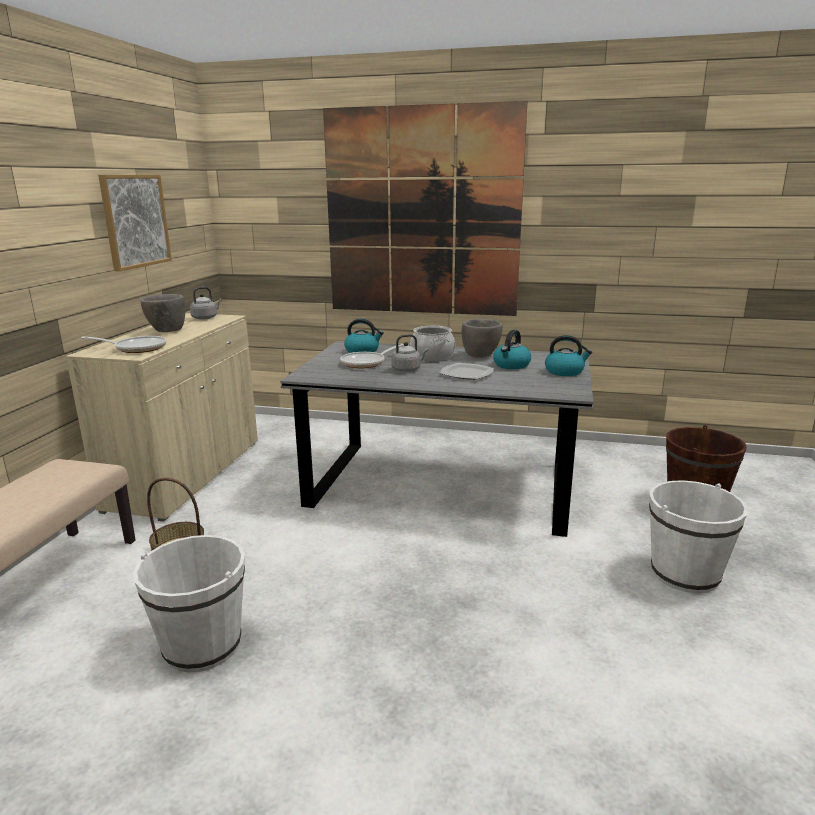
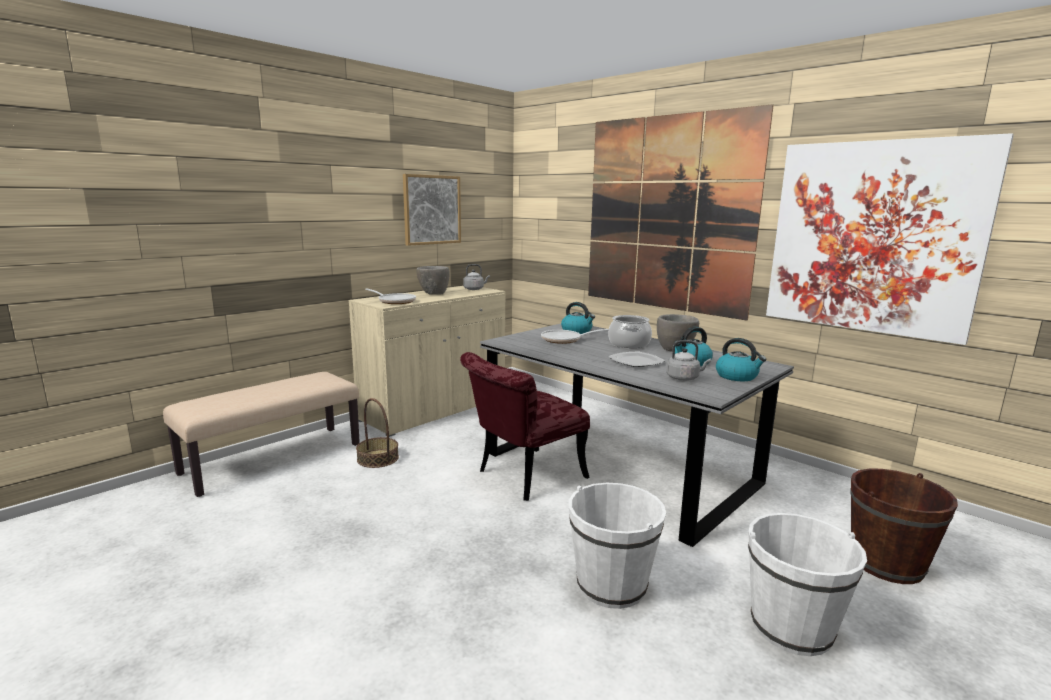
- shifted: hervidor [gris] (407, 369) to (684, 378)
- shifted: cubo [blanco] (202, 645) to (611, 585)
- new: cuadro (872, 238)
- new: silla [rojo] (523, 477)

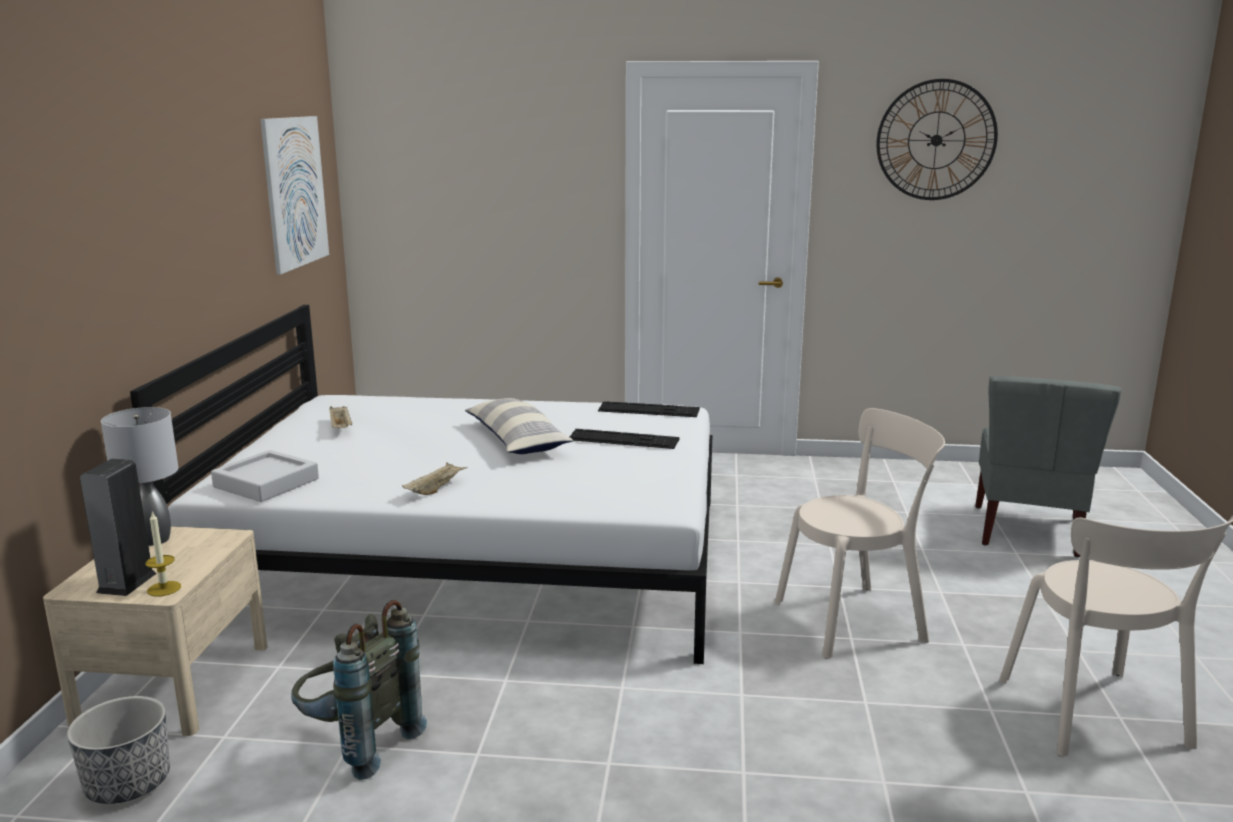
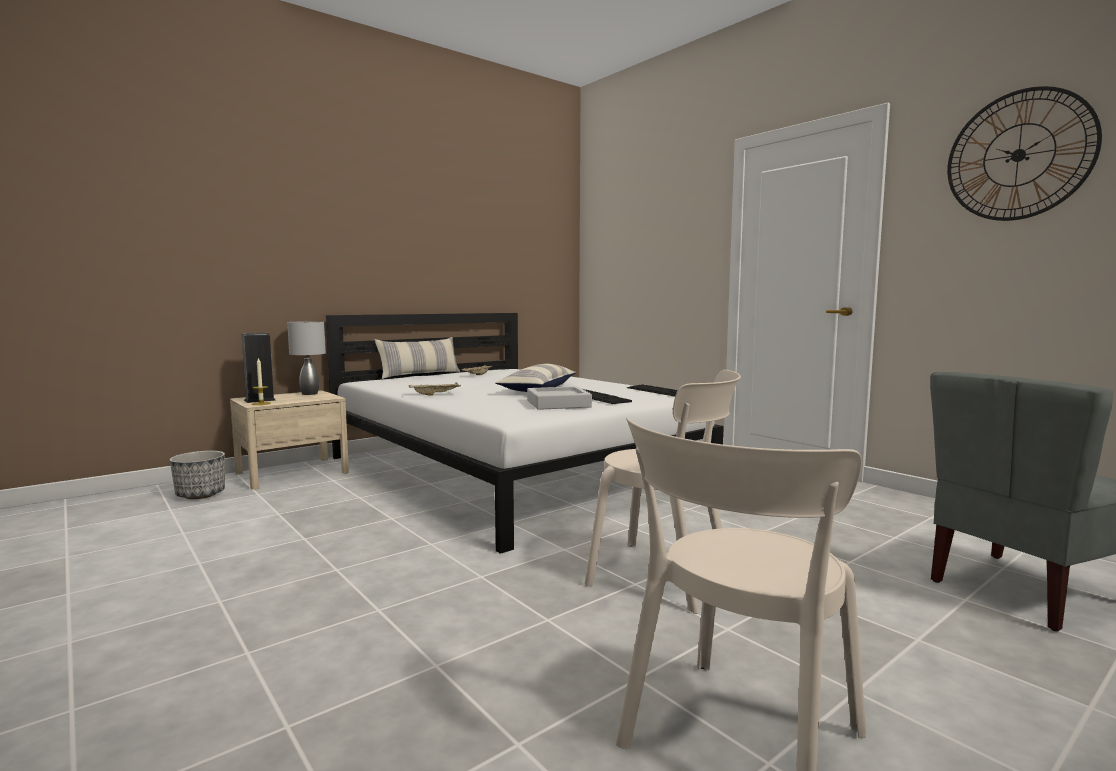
- gone: cuadro (295, 192)
- shifted: bandeja [gris] (266, 483) to (558, 404)
- gone: mochila [gris] (356, 744)
- new: cojín (419, 375)

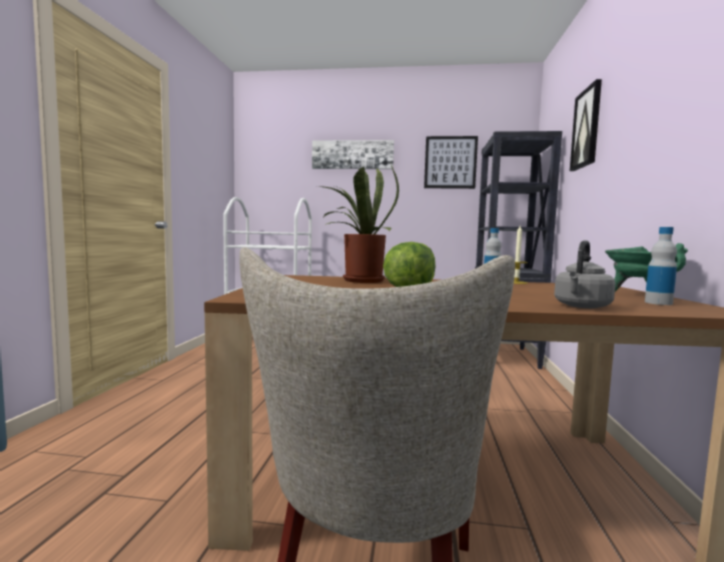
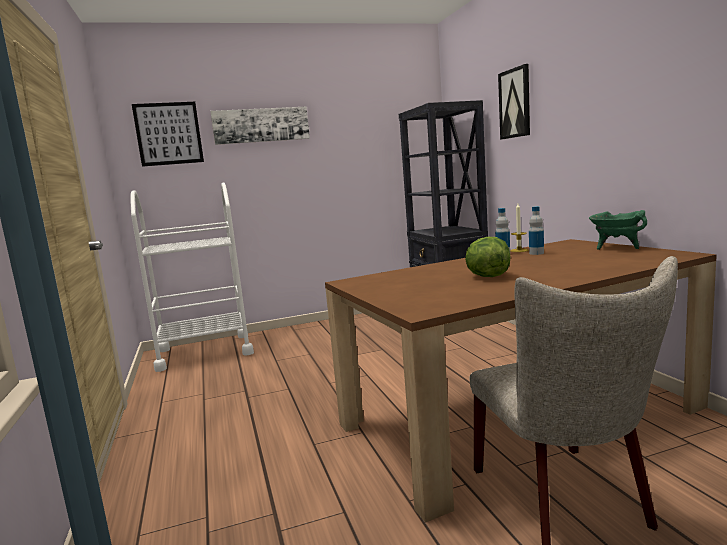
- shifted: cuadro (450, 162) to (168, 134)
- gone: planta en maceta (358, 280)
- shifted: botella (658, 303) to (536, 253)
- gone: hervidor [gris] (581, 306)

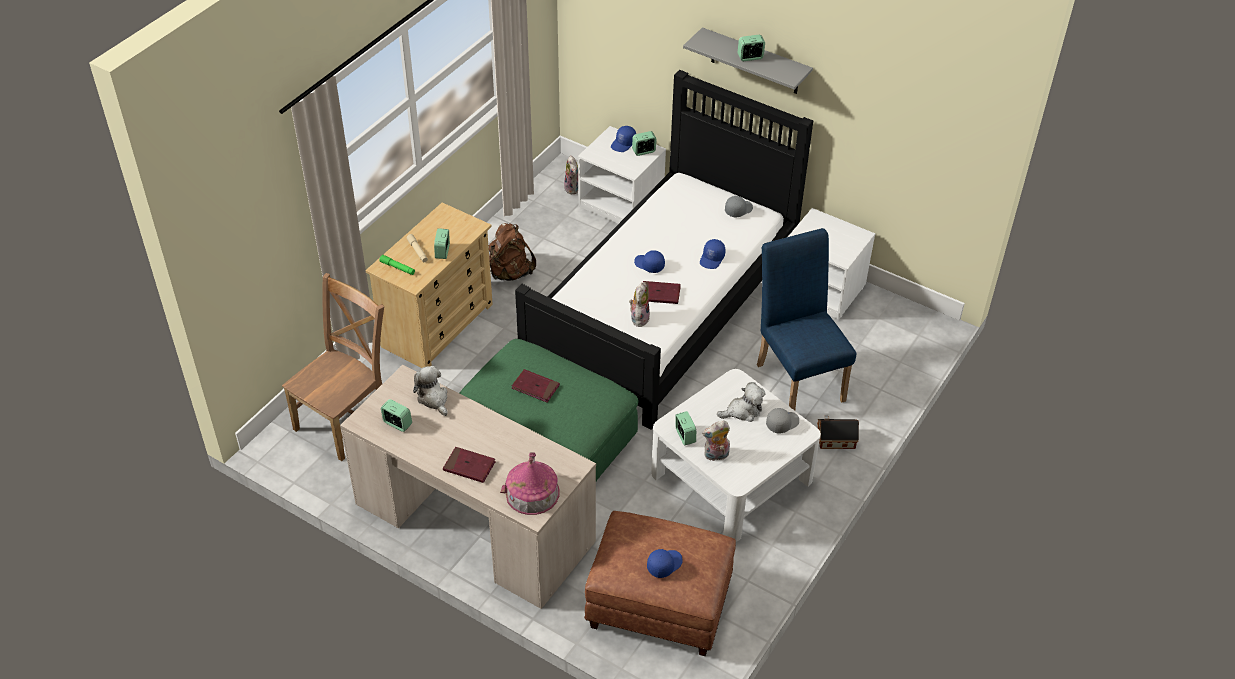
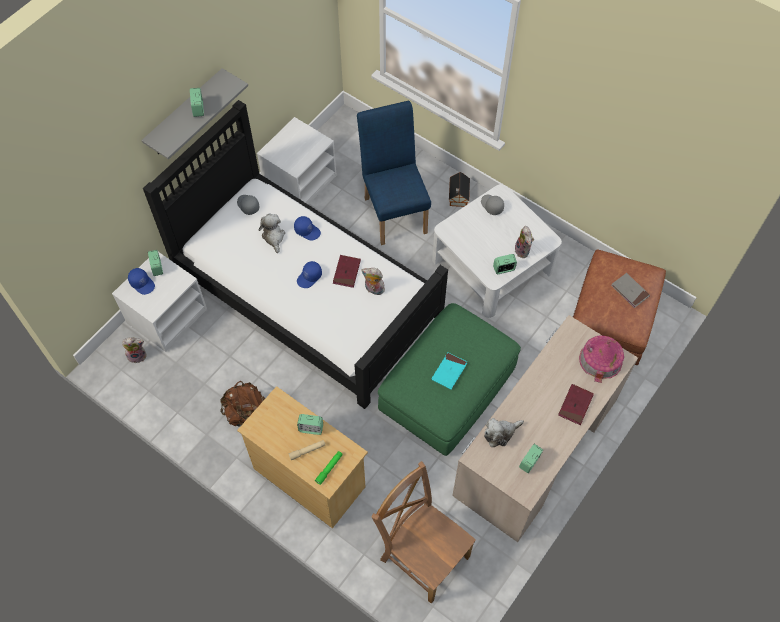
- rotated: silla [azul] (798, 377) = (394, 210) 90 degrees clockwise
- repainted: libro [rojo] (535, 387) to libro [turquesa] (449, 371)
- shifted: peluche (743, 411) to (273, 237)
- swapped: gorra [azul] (664, 564) to libro [gris] (630, 291)

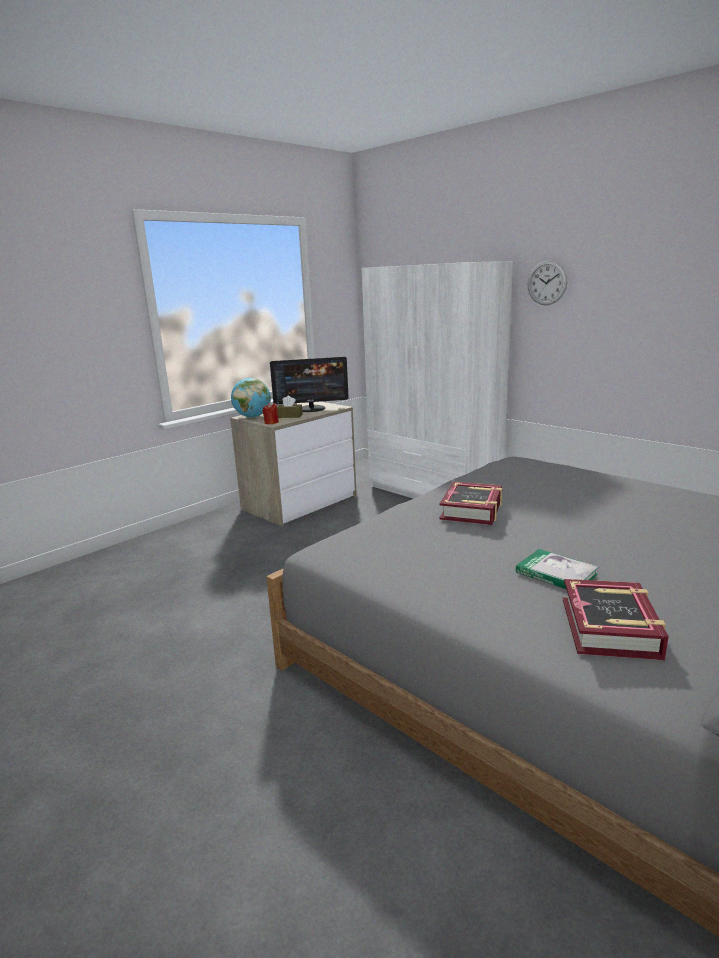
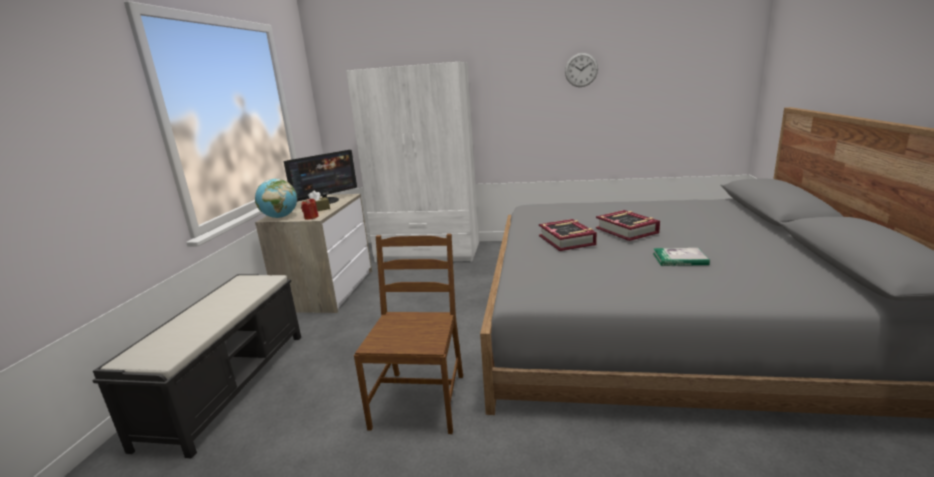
- shifted: reloj de pared (547, 283) to (581, 70)
- shifted: libro (610, 628) to (627, 230)
- new: silla [marrón] (419, 400)
- new: banco [negro] (229, 384)

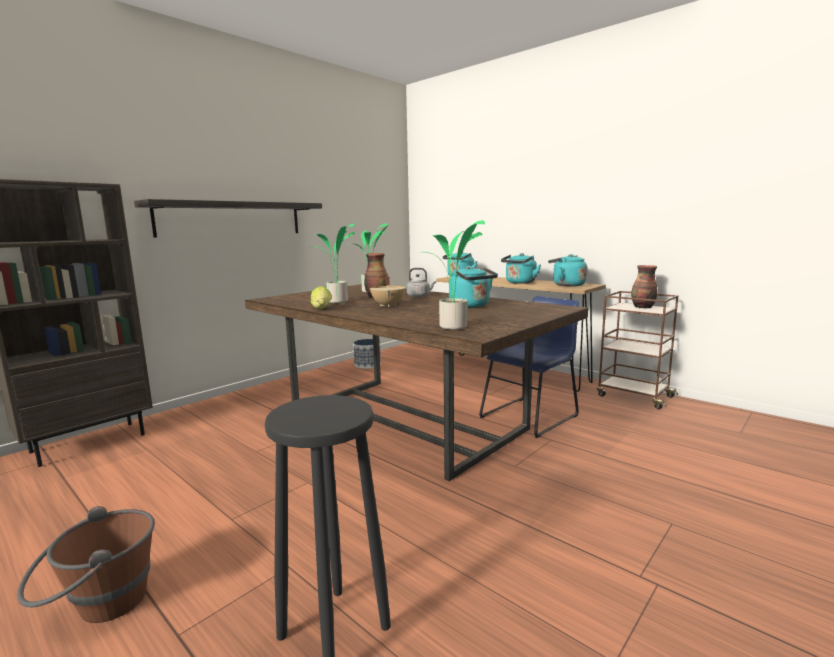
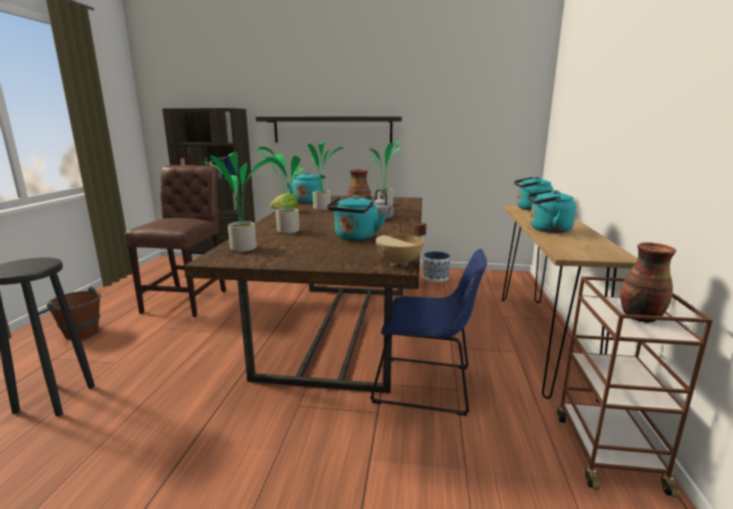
- shifted: hervidor [turquesa] (566, 285) to (308, 201)
- shifted: olla [beis] (389, 305) to (400, 263)
- new: planta en maceta (286, 231)
- new: silla [marrón] (189, 299)

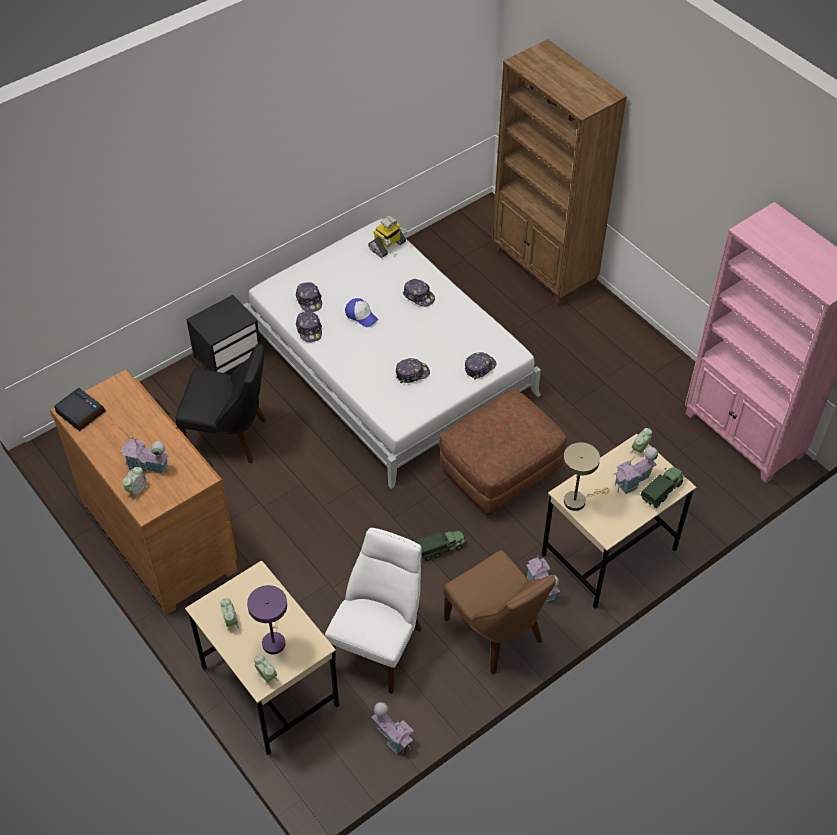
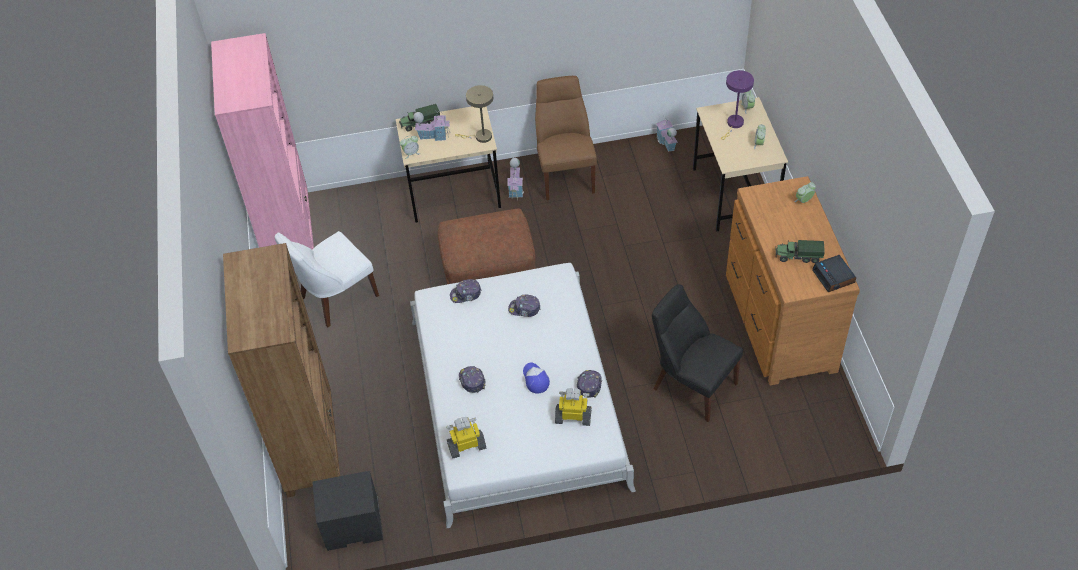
- swapped: gorra (309, 300) to robot de juguete (573, 416)
- shifted: mesita de noche [negro] (228, 357) to (352, 526)
- gone: casita (147, 466)
- shifted: silla [blanco] (379, 645) to (335, 298)
- shifted: camión de juguete (441, 548) to (798, 256)

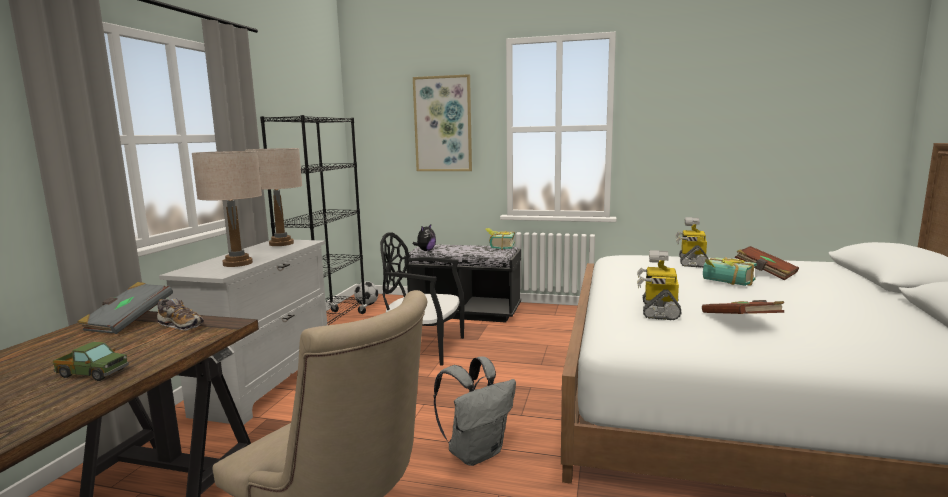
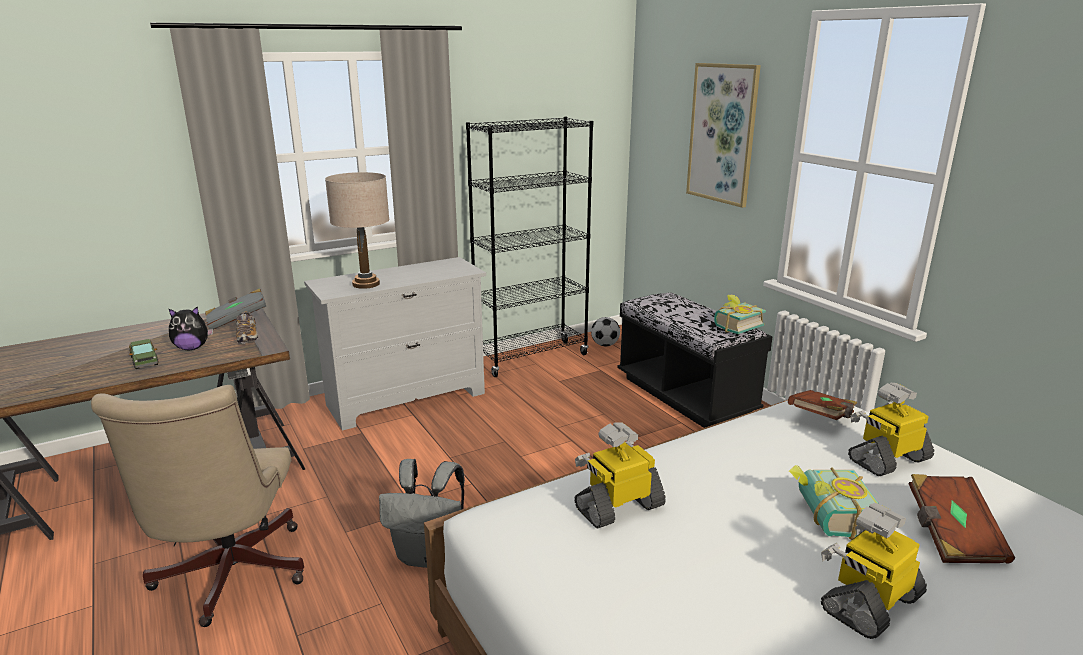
- gone: lámpara de mesa [beis] (281, 243)
- shifted: peluche (426, 250) to (192, 348)
- gone: silla [negro] (425, 348)
- shifted: libro [marrón] (741, 322) to (822, 418)
- new: robot de juguete (869, 602)

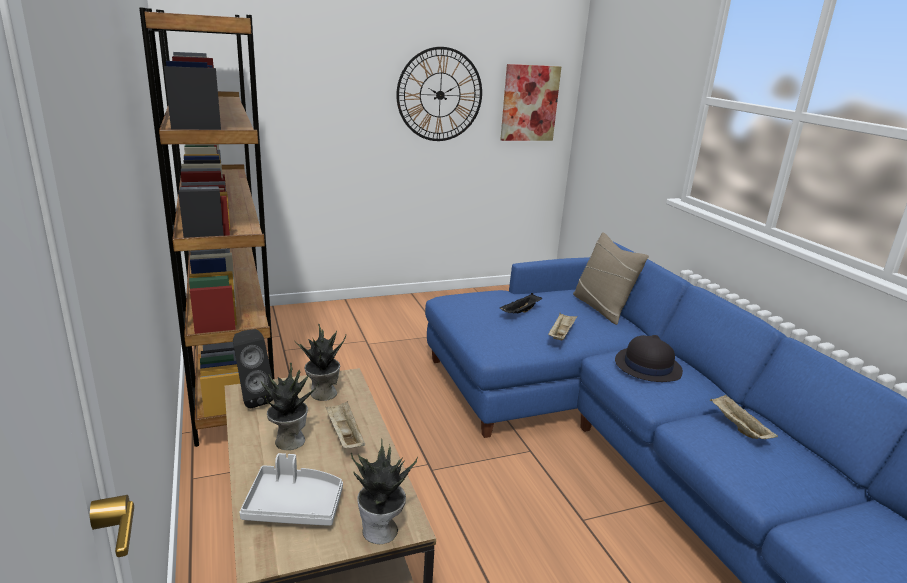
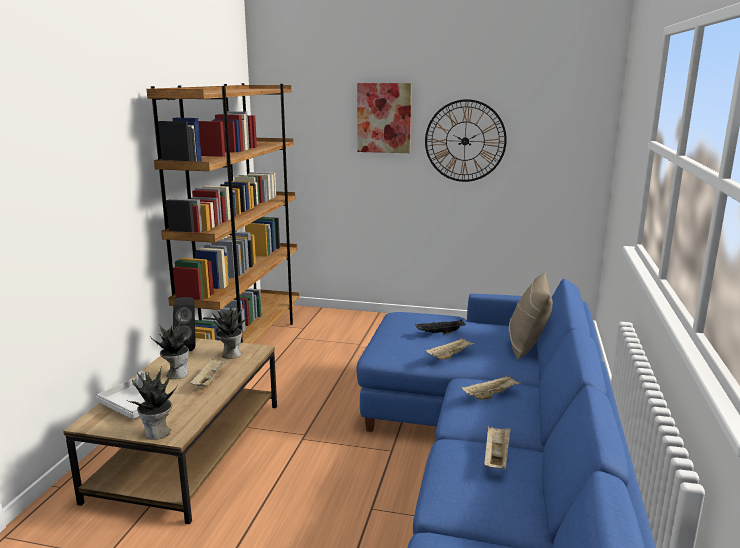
- shifted: cuadro (529, 103) to (384, 118)
- swapped: sombrero [negro] (647, 366) to bandeja [beis] (490, 395)

